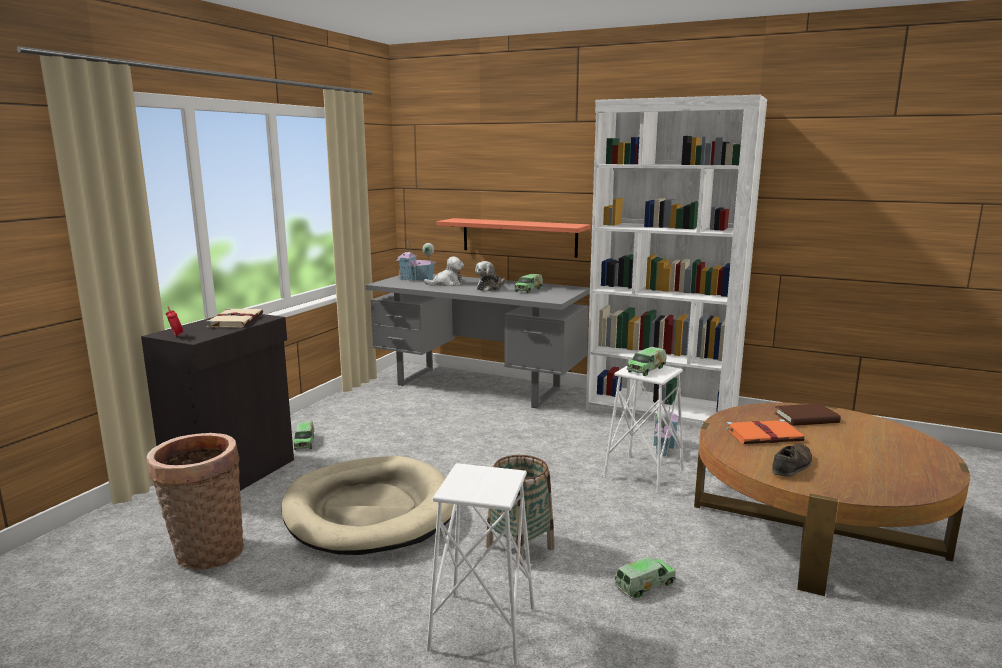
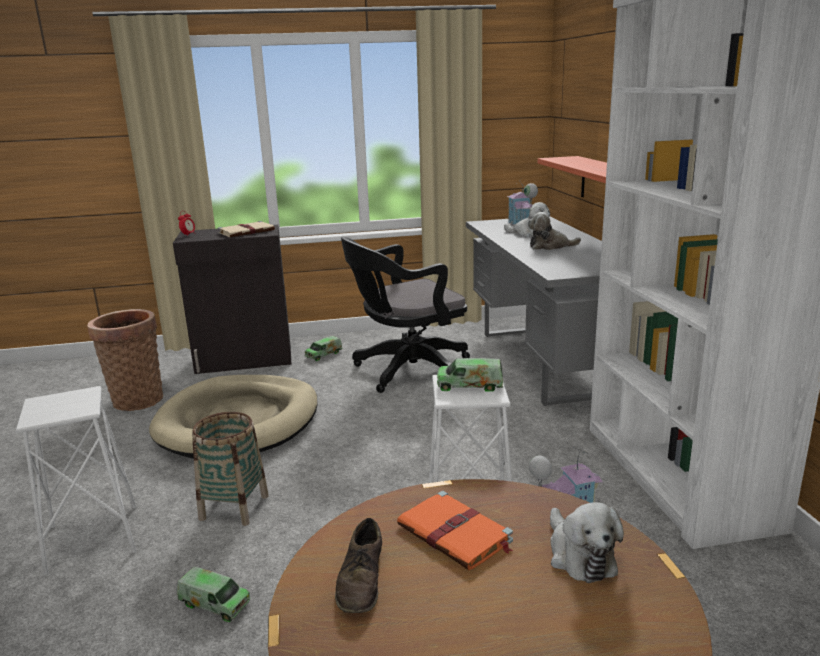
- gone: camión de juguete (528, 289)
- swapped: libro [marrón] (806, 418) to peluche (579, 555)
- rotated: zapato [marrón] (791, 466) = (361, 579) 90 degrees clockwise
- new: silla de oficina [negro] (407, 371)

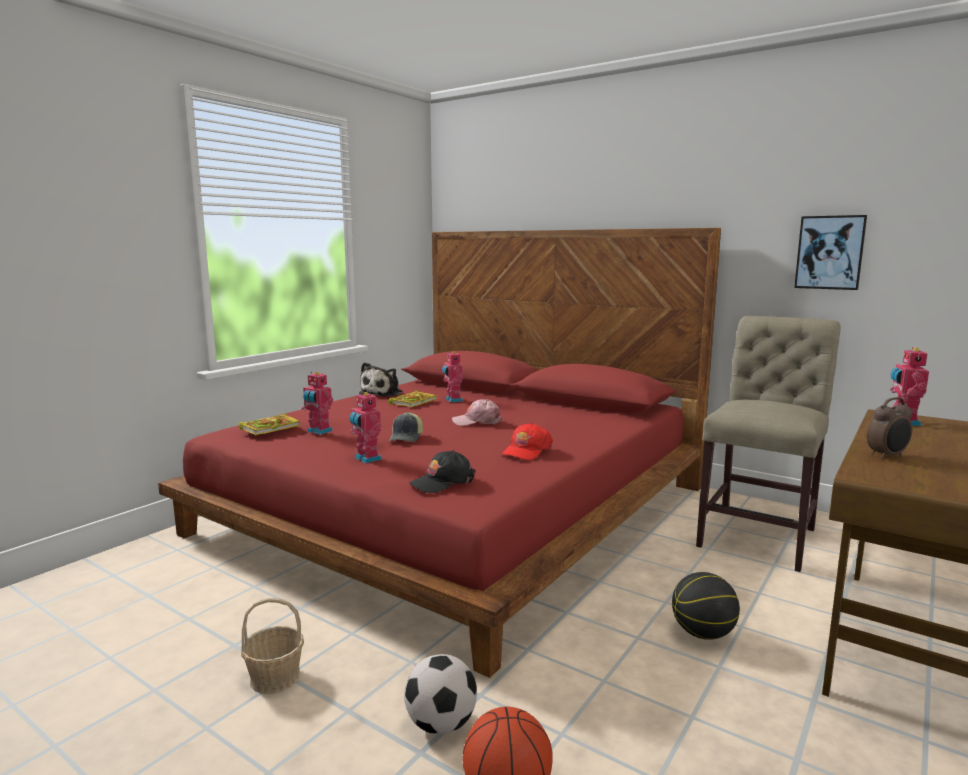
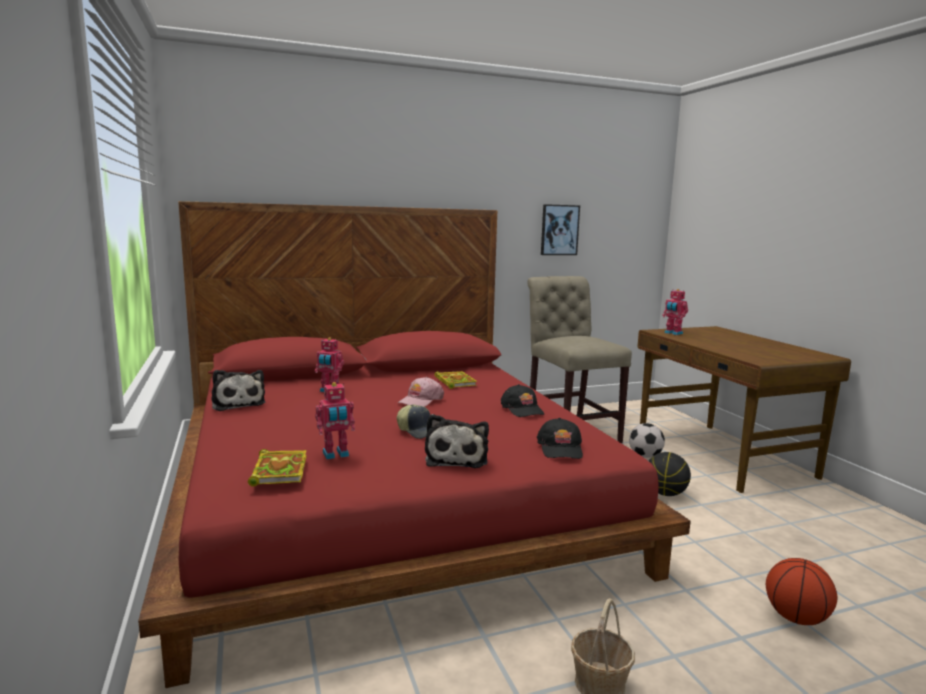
- shifted: libro (413, 401) to (454, 382)
- swapped: robot de juguete (366, 459) to peluche (457, 458)
- gone: despertador (887, 456)
- repainted: gorra [rojo] (526, 451) to gorra [negro] (522, 409)
- shifted: balón de fútbol (441, 724) to (645, 456)

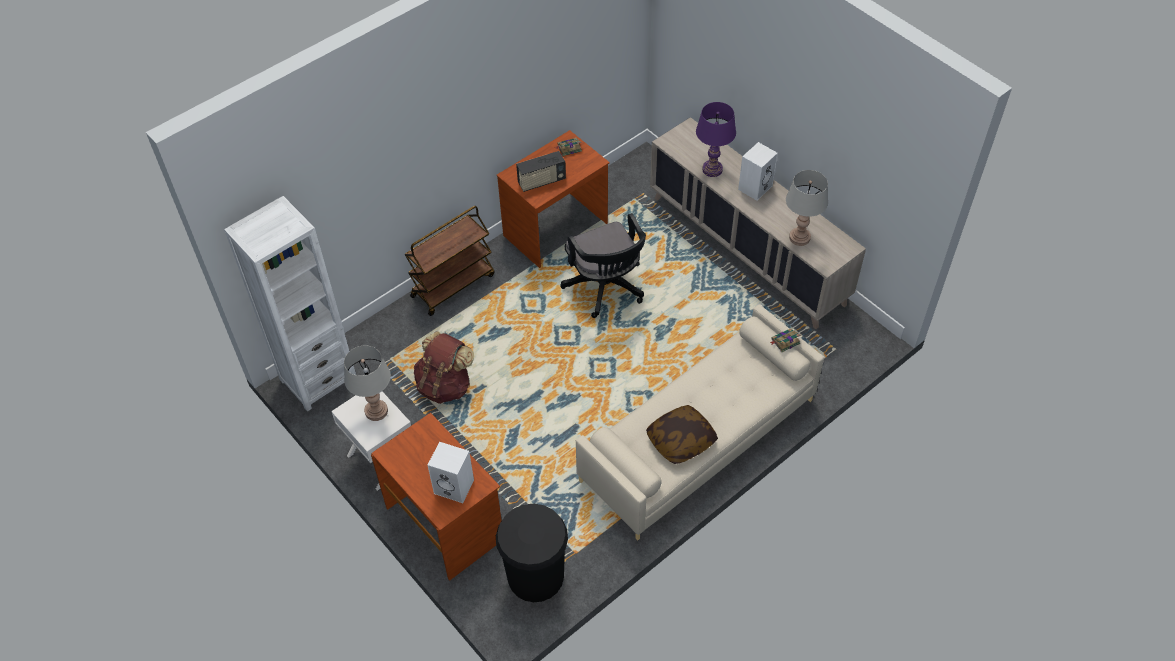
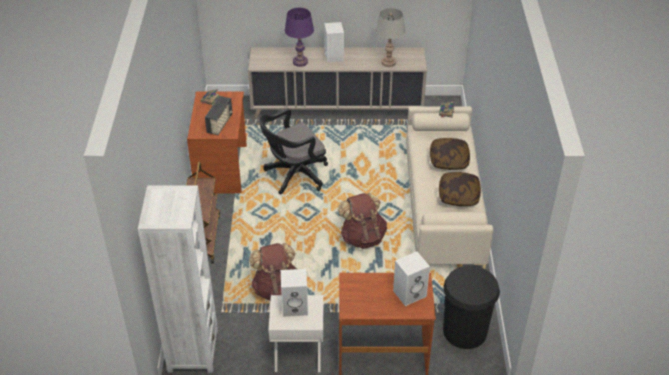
- rotated: silla de oficina [negro] (606, 289) = (293, 176) 135 degrees clockwise
- swapped: lámpara de mesa [gris] (376, 411) to altavoz [blanco] (295, 306)
- new: cojín (449, 160)
- new: mochila [marrón] (362, 237)

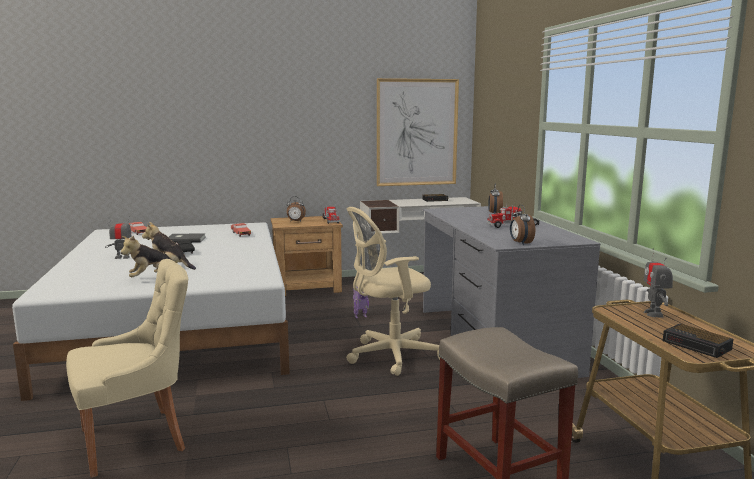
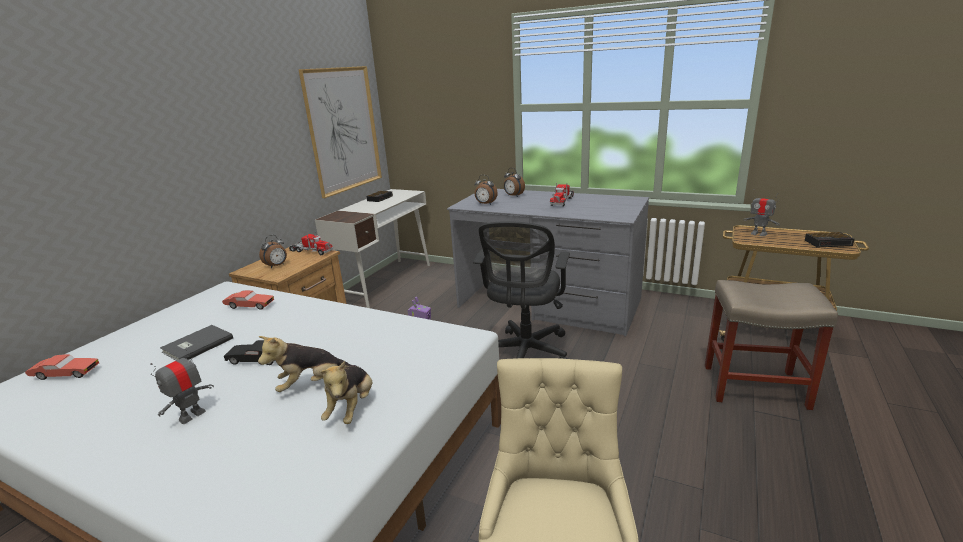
- shifted: despertador (520, 243) to (485, 204)
- repainted: silla de oficina [beis] (390, 356) to silla de oficina [negro] (525, 355)

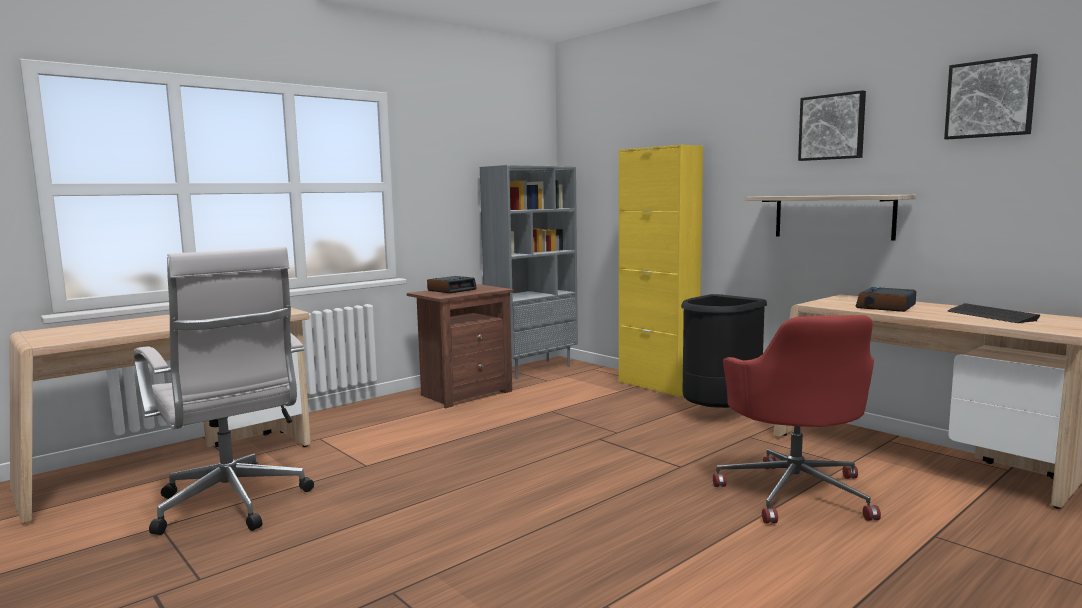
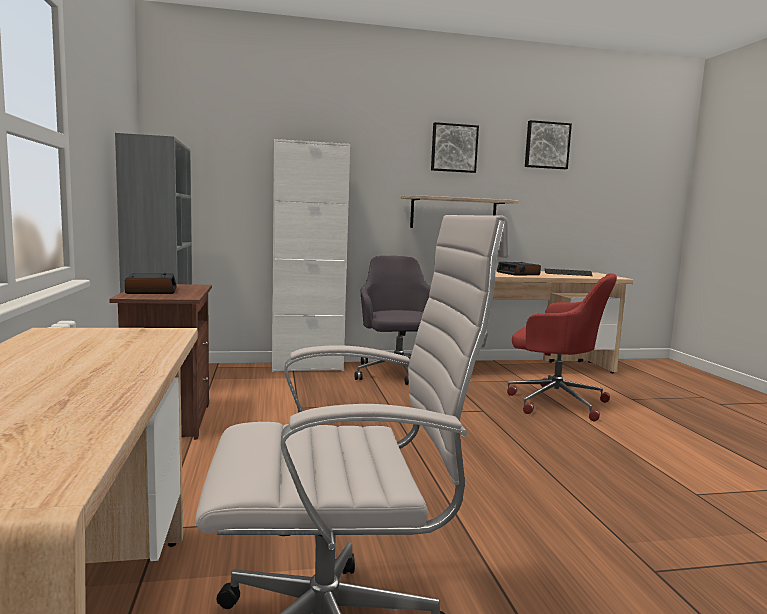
- repainted: armario [amarillo] (657, 386) to armario [blanco] (307, 367)
- swapped: papelera [negro] (719, 413) to silla de oficina [gris] (397, 373)

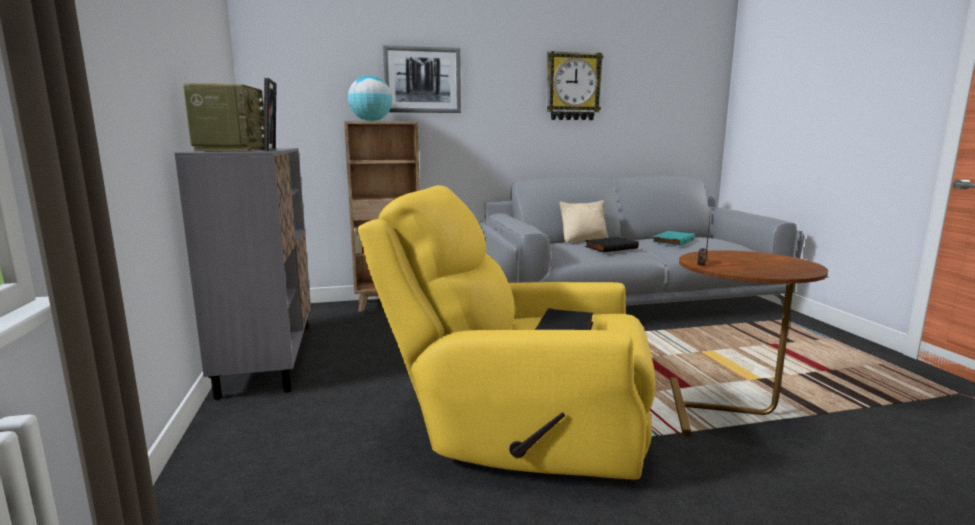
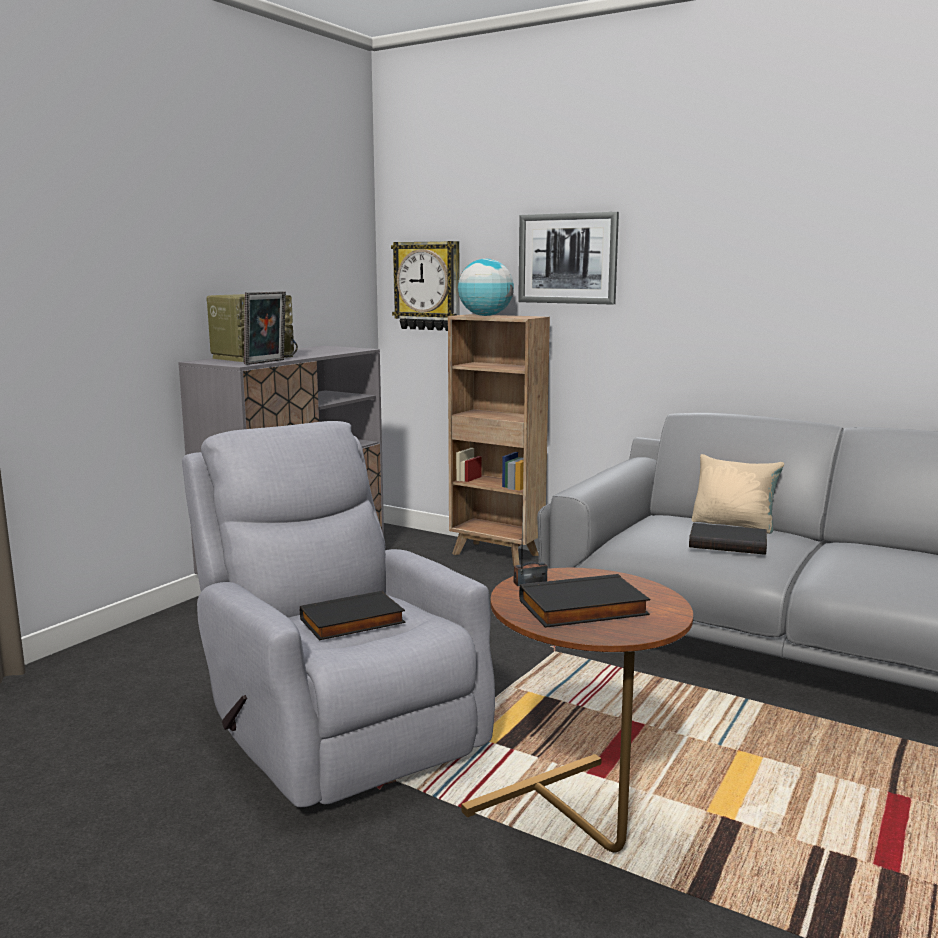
- shifted: reloj de pared (572, 86) to (428, 286)
- repainted: sillón [amarillo] (517, 428) to sillón [gris] (336, 722)
- gone: libro [turquesa] (672, 241)
- new: libro [negro] (583, 609)

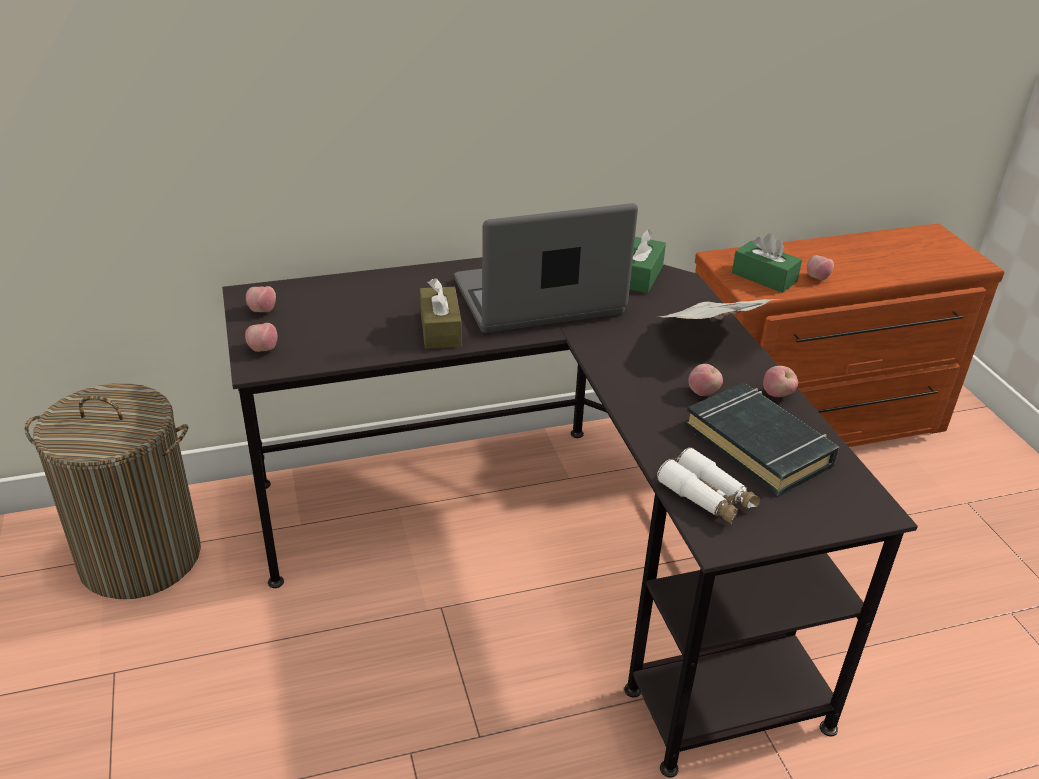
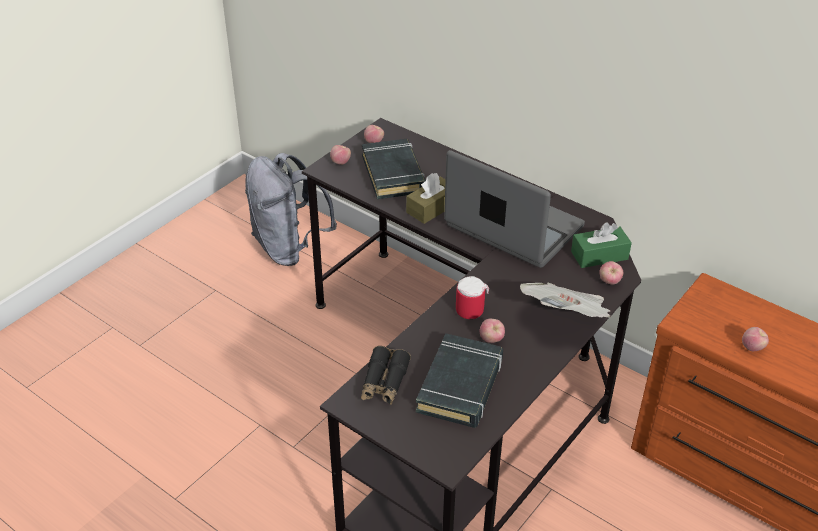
- gone: caja de pañuelos [verde] (764, 277)
- shifted: manzana (777, 394) to (609, 282)
- swapped: cesto de la ropa (141, 557) to mochila [gris] (289, 248)
- repainted: prismáticos [blanco] (707, 497) to prismáticos [negro] (384, 382)
- new: libro [negro] (393, 174)
- new: taza grande (469, 307)

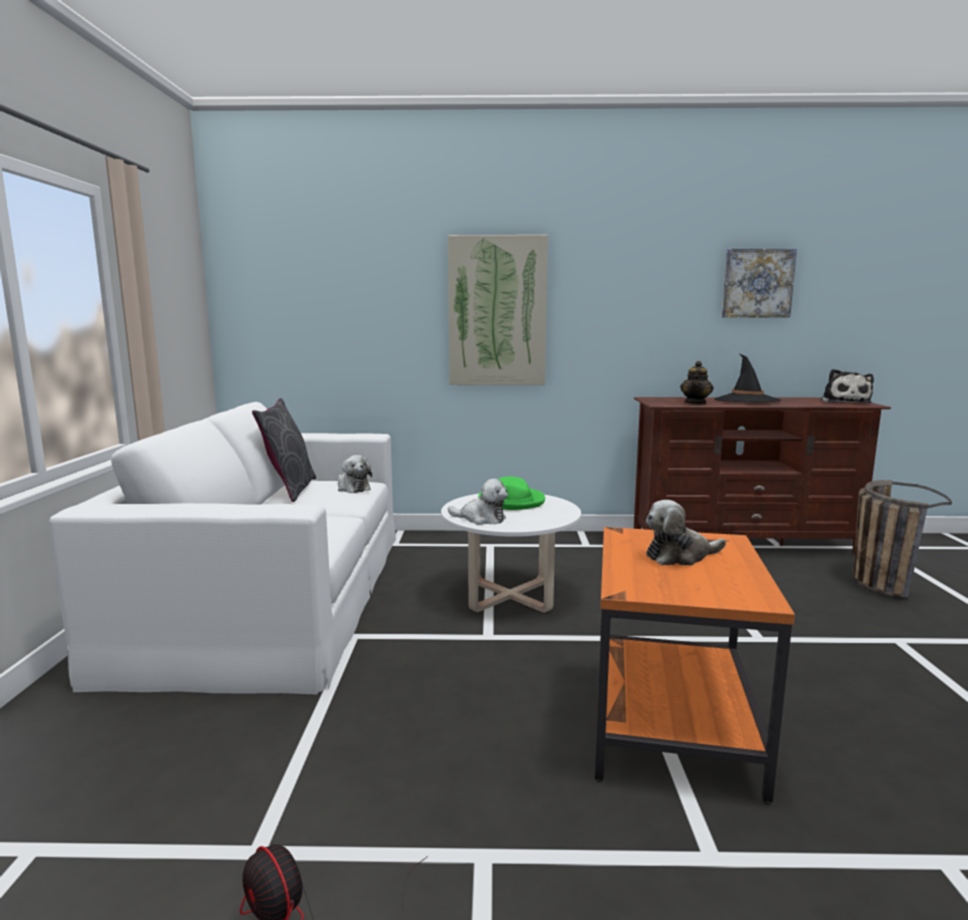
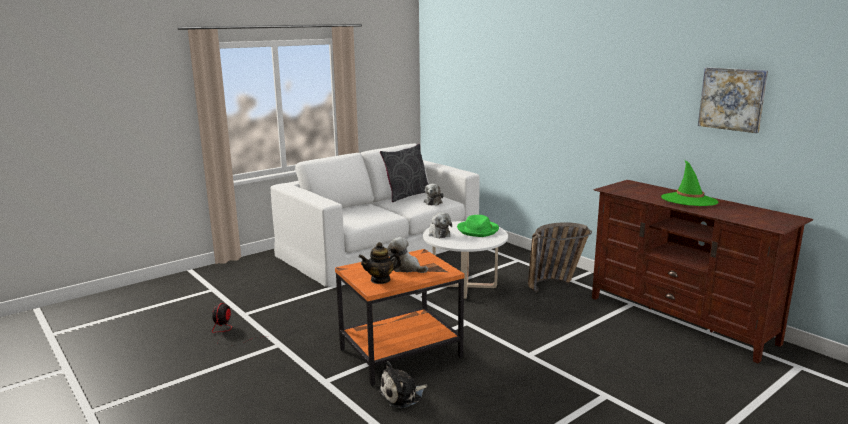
- gone: cuadro (497, 311)
- repainted: sombrero [negro] (746, 401) to sombrero [verde] (689, 200)
- shifted: tetera (696, 403) to (380, 280)
- shifted: peluche (844, 402) to (402, 395)
- shifted: cesta (877, 580) to (555, 284)

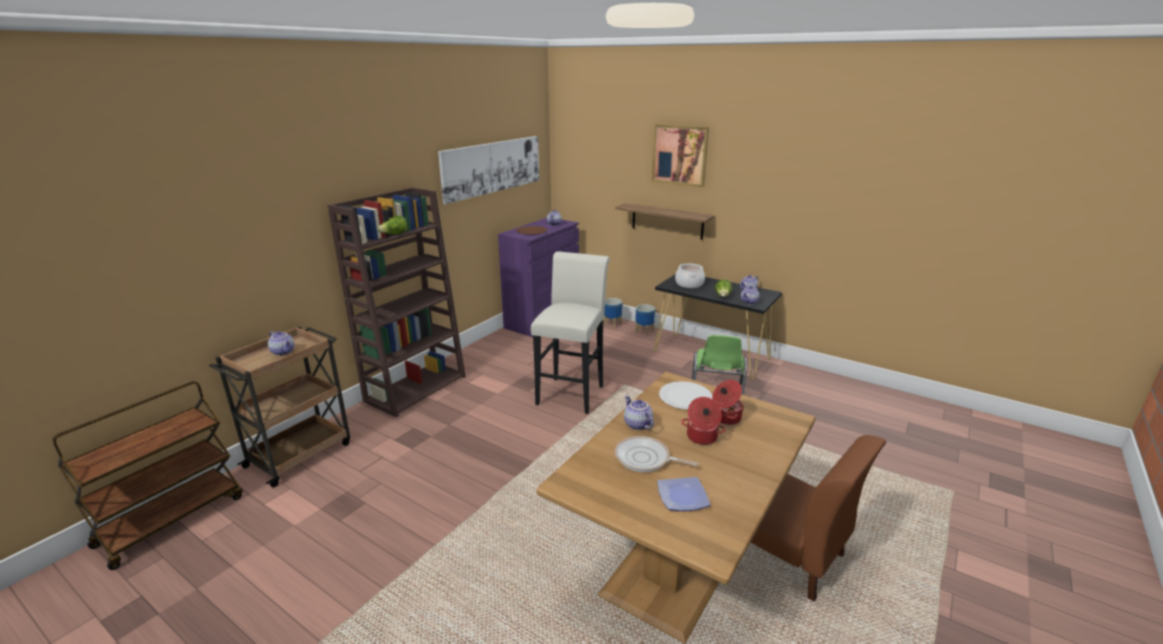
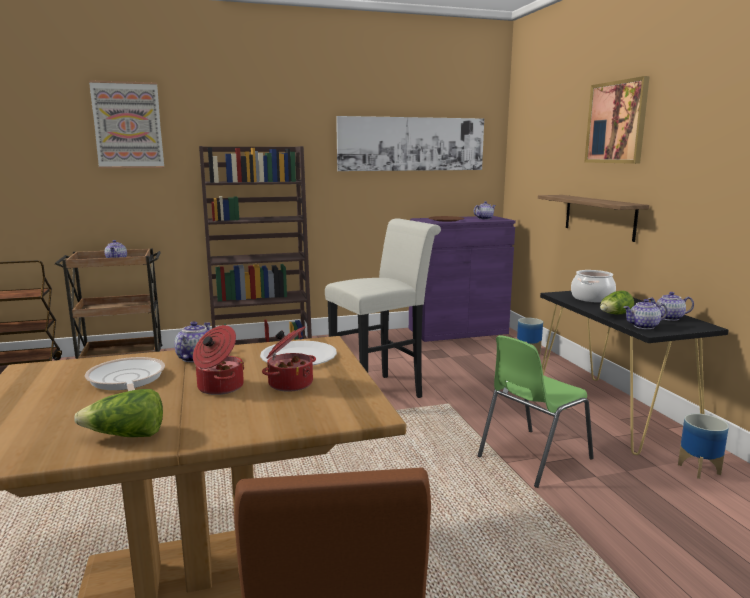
- shifted: lechuga (393, 234) to (126, 436)
- shifted: maceta (644, 331) to (698, 469)
- gone: plato (681, 496)
- new: cuadro (128, 125)

